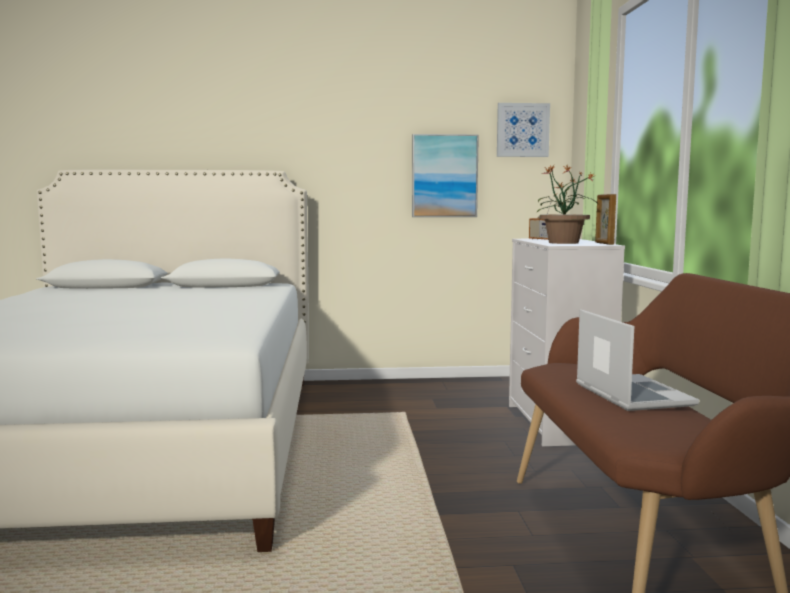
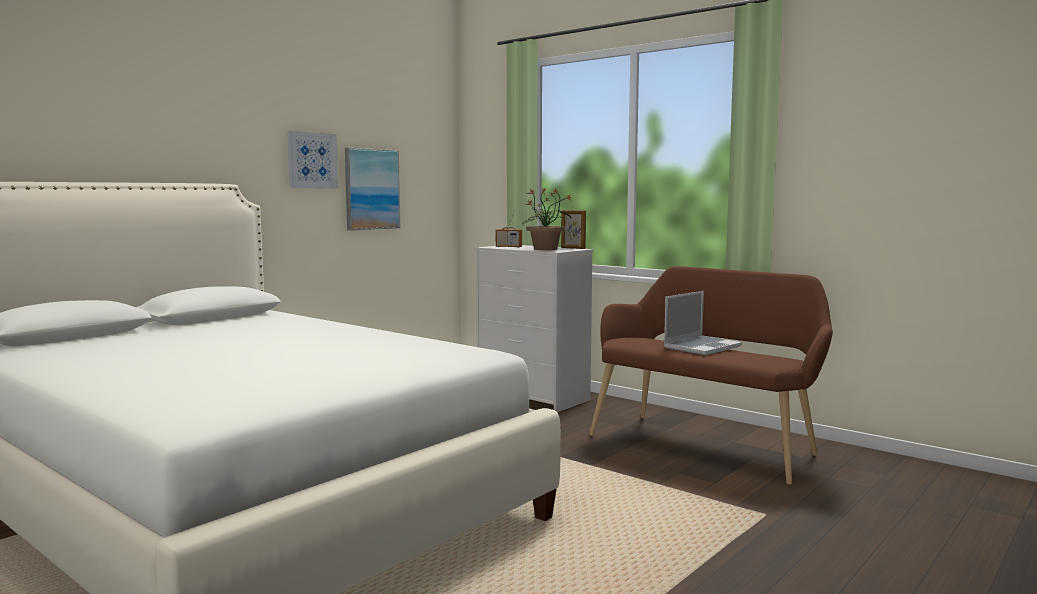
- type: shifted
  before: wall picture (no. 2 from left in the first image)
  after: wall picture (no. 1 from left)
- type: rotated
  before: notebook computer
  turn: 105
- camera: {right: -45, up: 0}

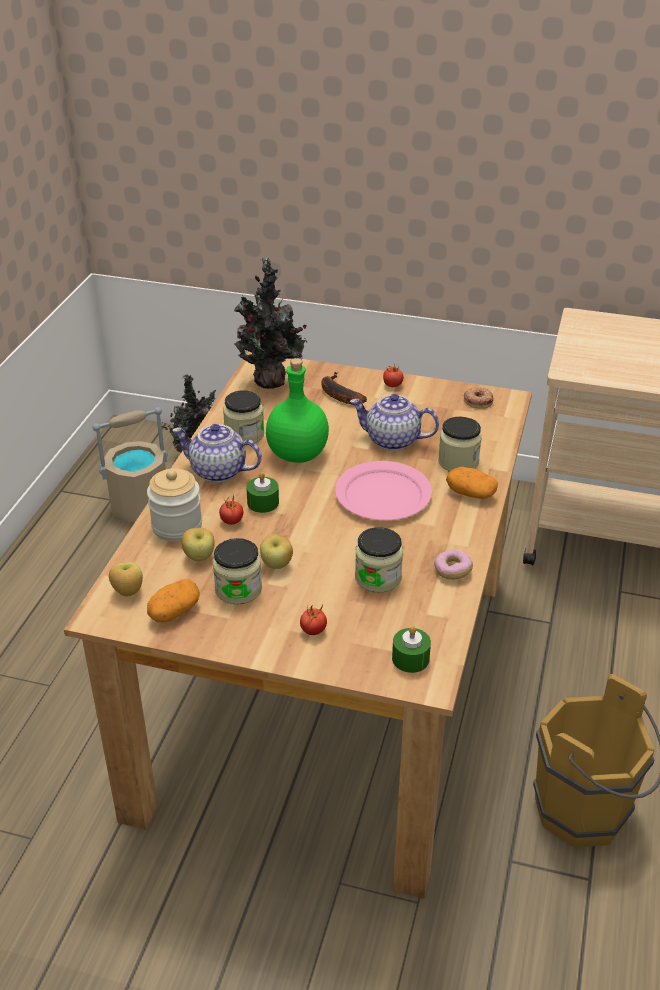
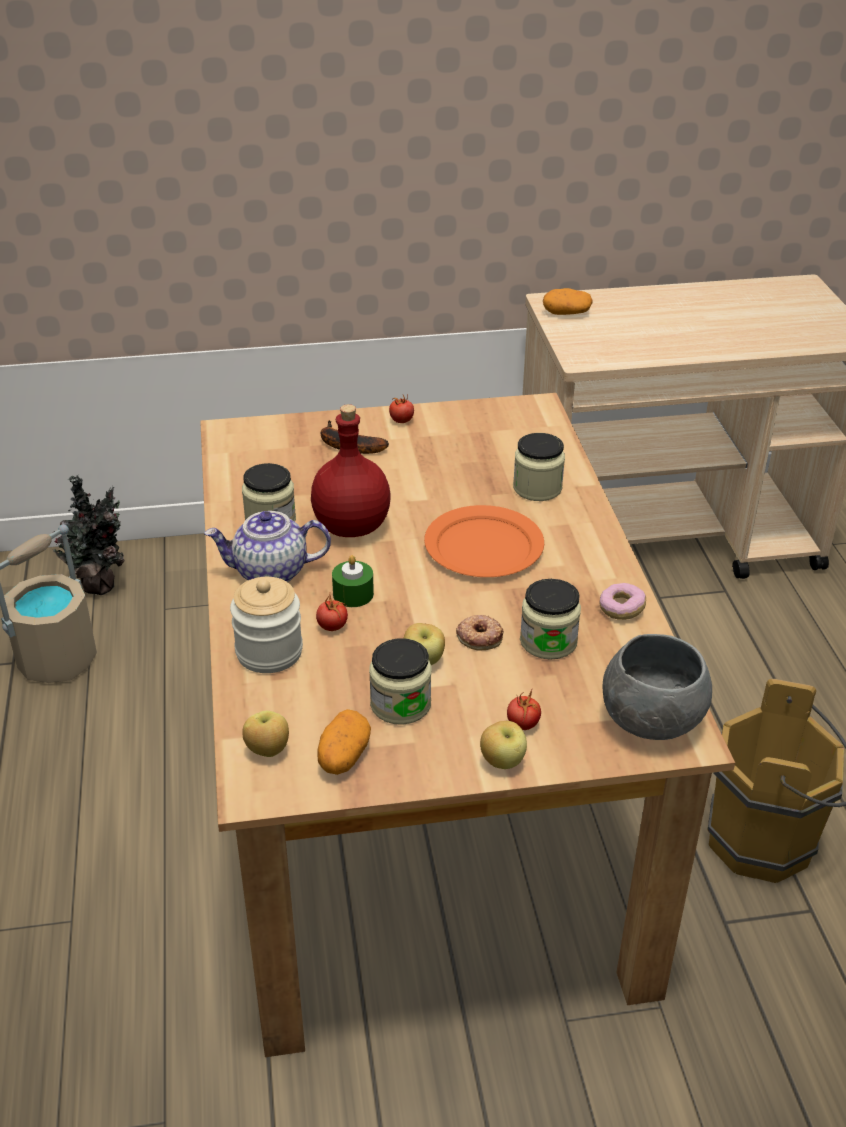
- type: gone
  before: plant in a pot (no. 2 from left)
- type: gone
  before: pot for tea (no. 2 from left)
- type: shifted
  before: apple (no. 2 from left in the first image)
  after: apple (no. 3 from left)
- type: shifted
  before: spud (no. 2 from left)
- type: shifted
  before: ring doughnut (no. 2 from left in the first image)
  after: ring doughnut (no. 1 from left)
- type: swapped
  before: green candle (no. 2 from left)
  after: greyish serving bowl
- type: repainted
  before: green drink bottle
  after: reddish drink bottle
- type: repainted
  before: pink-coloured flat dish
  after: orangey flat dish
- camera: {right: -25, up: 0}

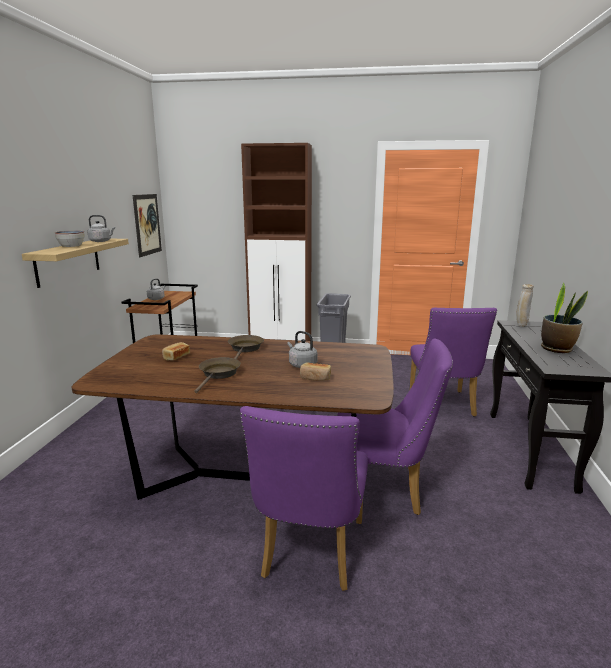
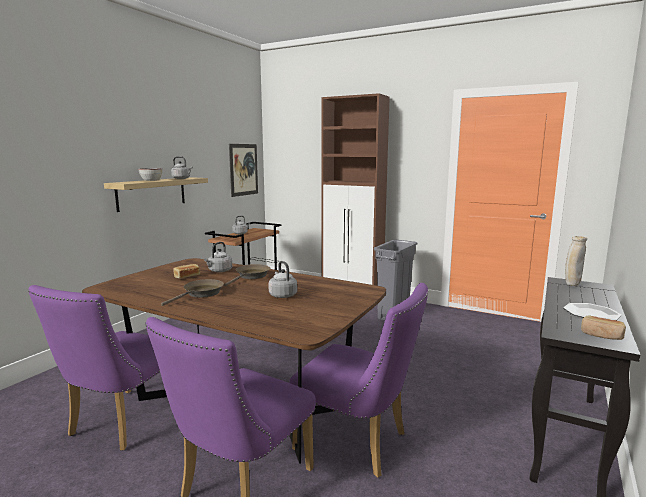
- type: new
  after: greyish tea kettle (no. 2 from left)
- type: shifted
  before: bread (no. 2 from left)
- type: shifted
  before: purple plain chair (no. 3 from left in the first image)
  after: purple plain chair (no. 1 from left)
- type: swapped
  before: plant in a pot
  after: flat dish
- camera: {right: 20, up: -5}

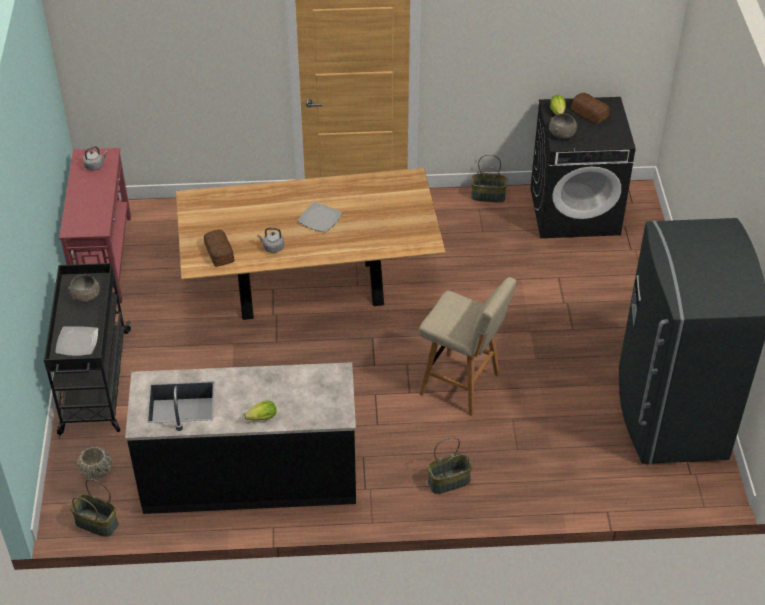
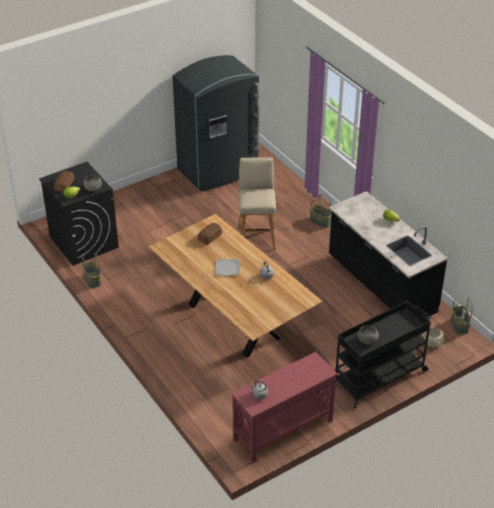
- type: gone
  before: flat dish (no. 1 from left)
- type: shifted
  before: bread (no. 1 from left in the first image)
  after: bread (no. 2 from left)
- camera: {right: -120, up: -5}

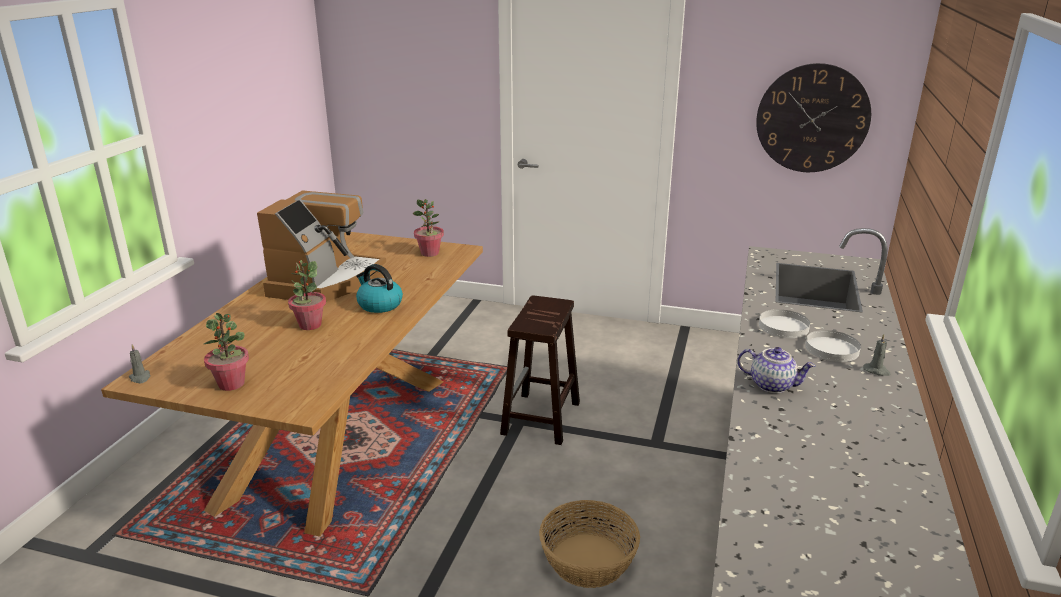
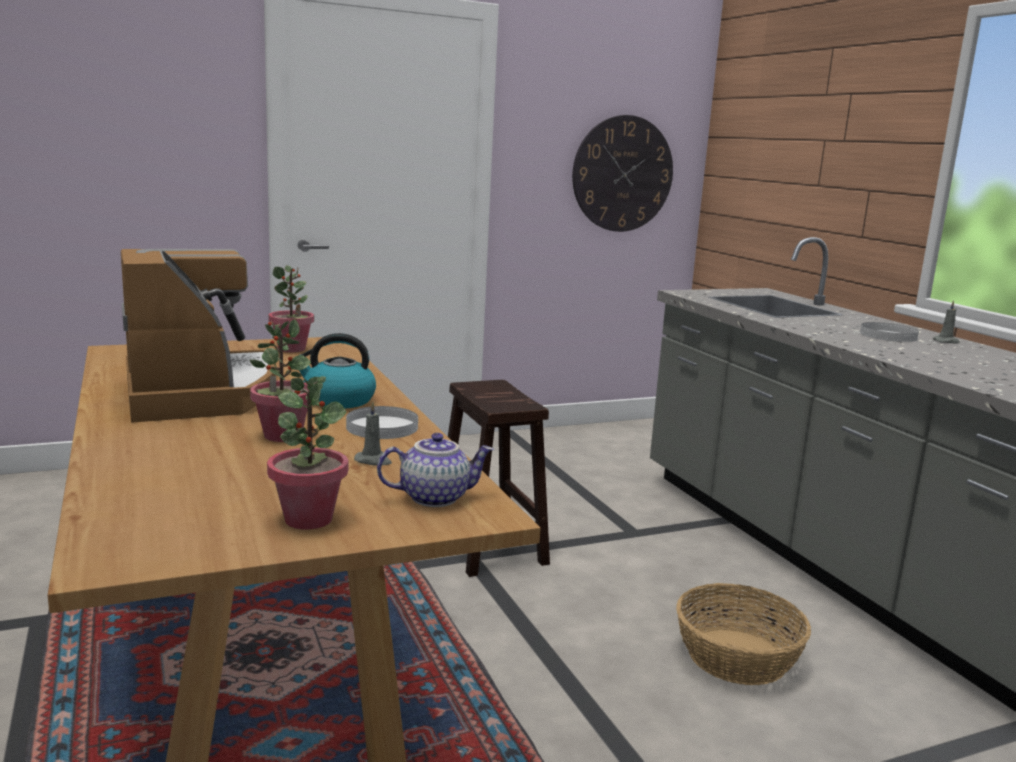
- type: shifted
  before: greyish candle (no. 1 from left)
- type: shifted
  before: pot for tea
- type: shifted
  before: white-coloured flat dish (no. 1 from left)
- camera: {right: -40, up: -10}

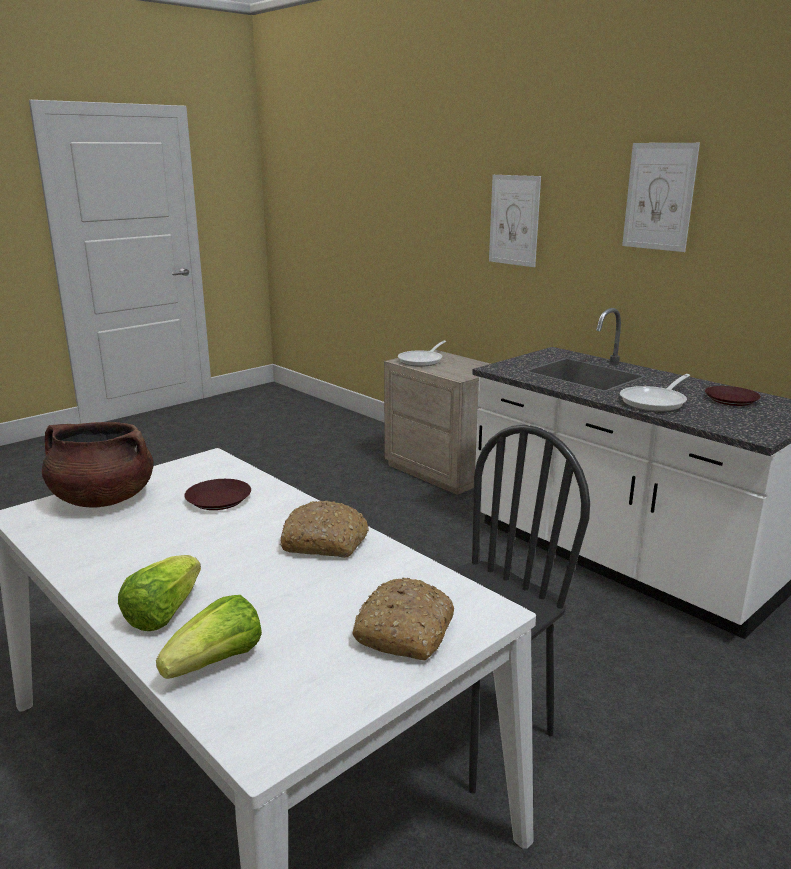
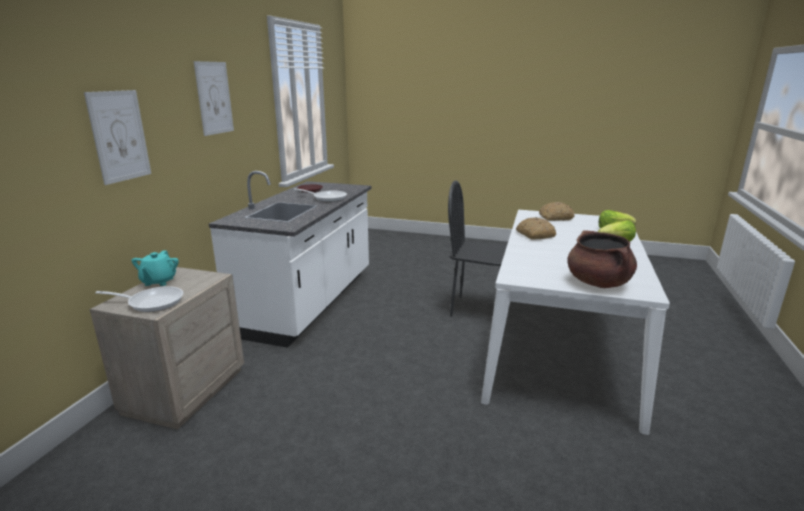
- type: gone
  before: brown-coloured flat dish (no. 1 from left)
- type: new
  after: turquoise-coloured pot for tea
- camera: {right: -120, up: 0}

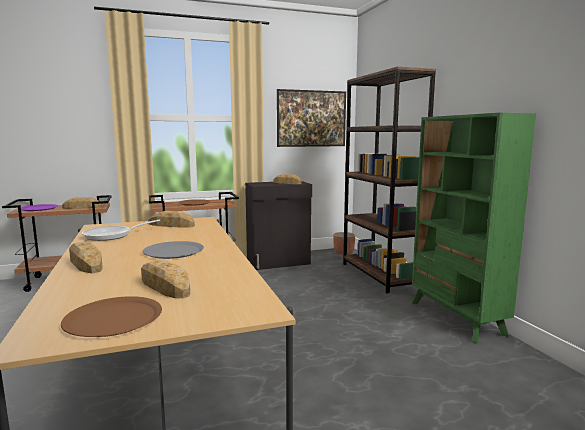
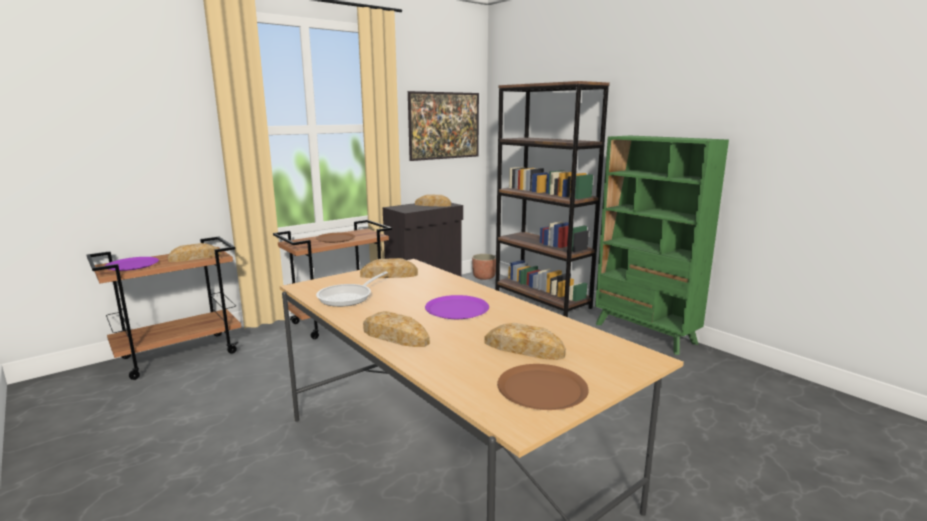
- type: repainted
  before: greyish flat dish
  after: purple flat dish (no. 2 from left)
- camera: {right: -20, up: 5}

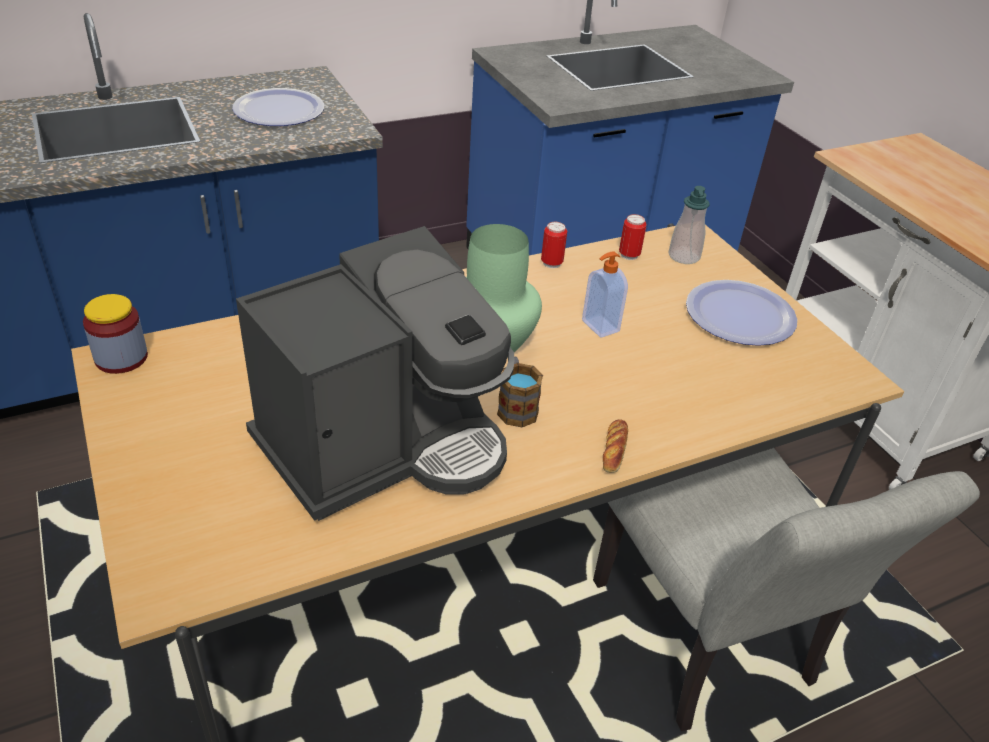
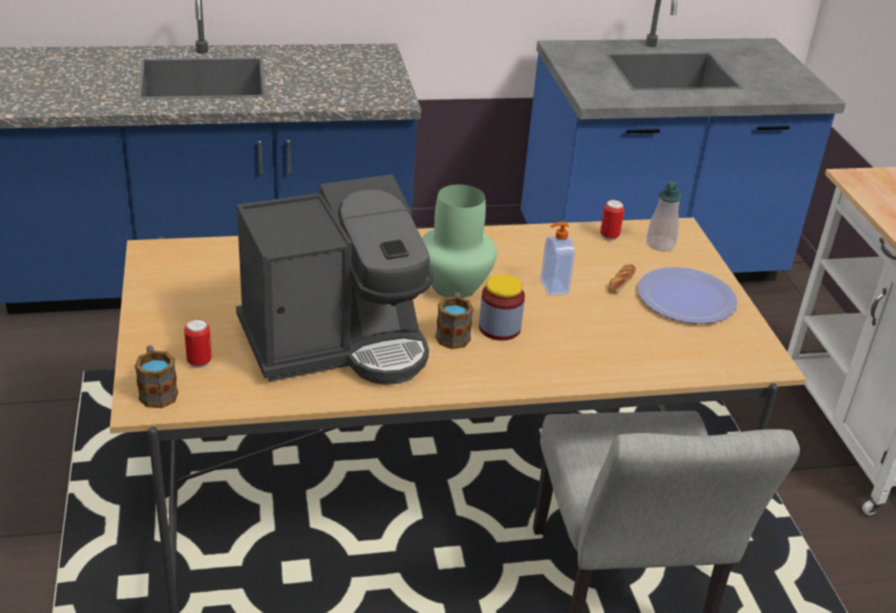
- type: gone
  before: flat dish (no. 1 from left)
- type: new
  after: tea mug (no. 1 from left)
- type: shifted
  before: storage jar
- type: shifted
  before: sealed can (no. 1 from left)
- type: shifted
  before: bread
- camera: {right: 15, up: -5}

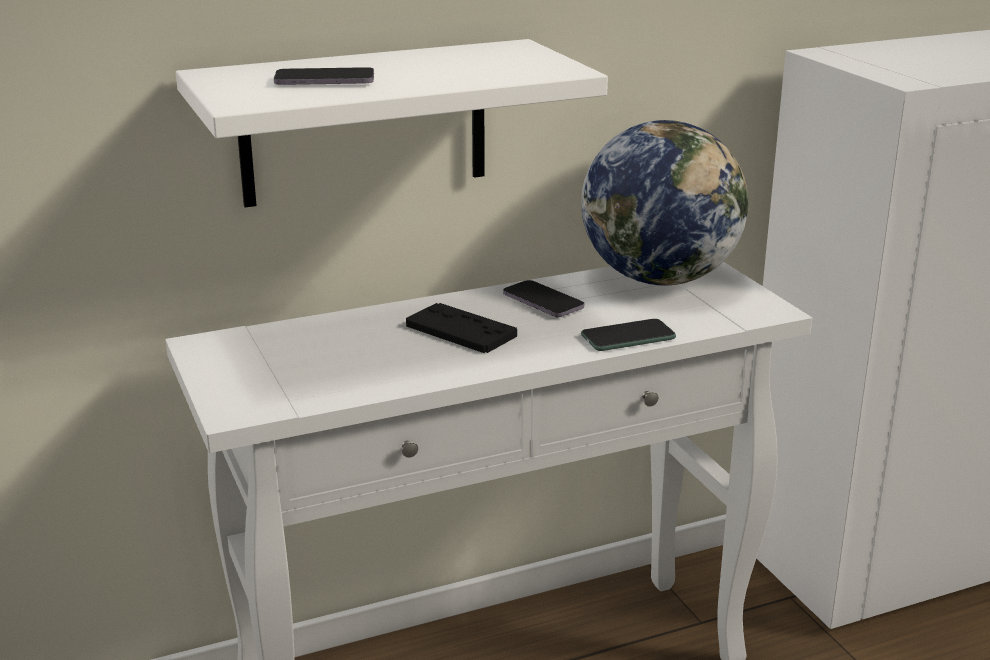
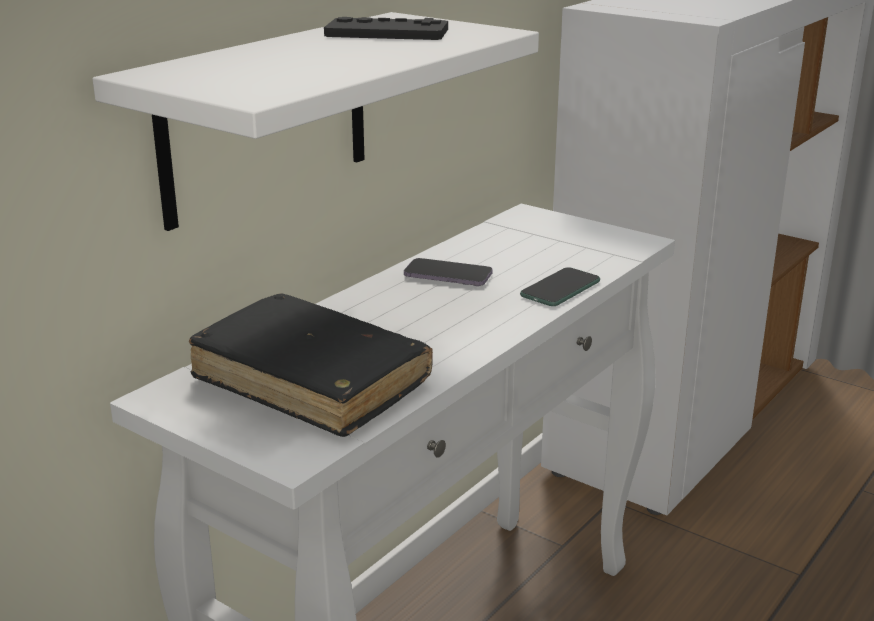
- type: gone
  before: handset (no. 1 from left)
- type: gone
  before: globe
- type: new
  after: black book
- type: shifted
  before: black joypad
- camera: {right: -30, up: 0}

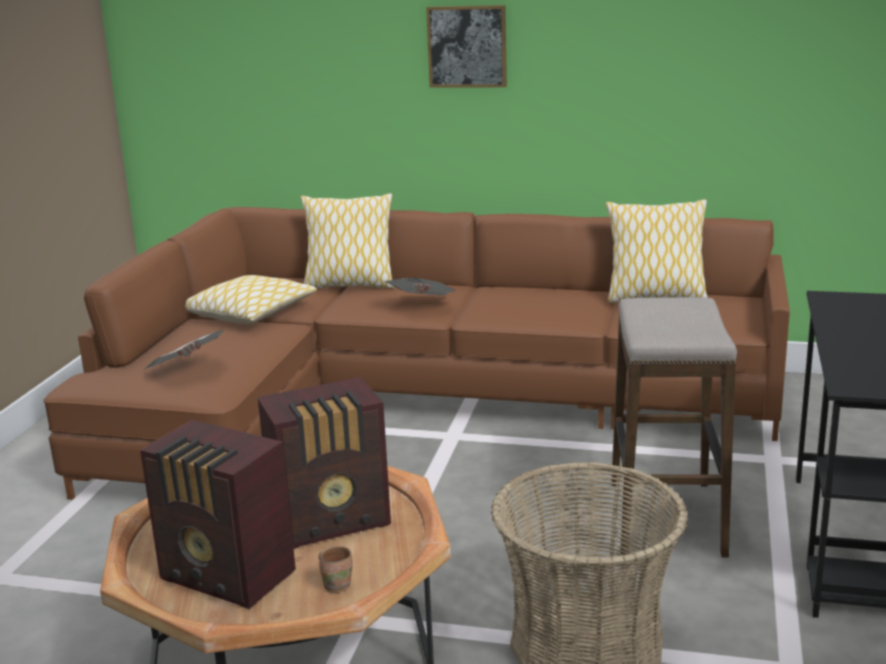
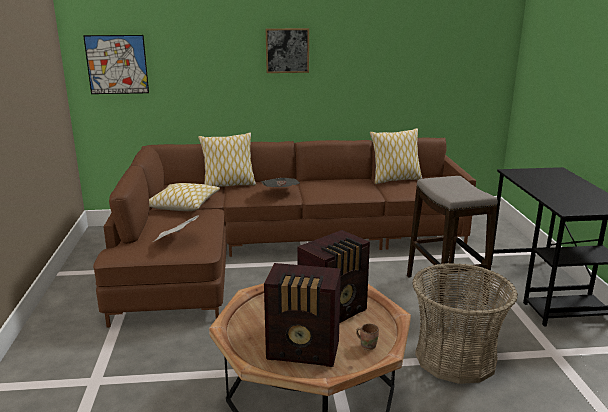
- type: new
  after: wall picture (no. 1 from left)
- camera: {right: -20, up: 0}

